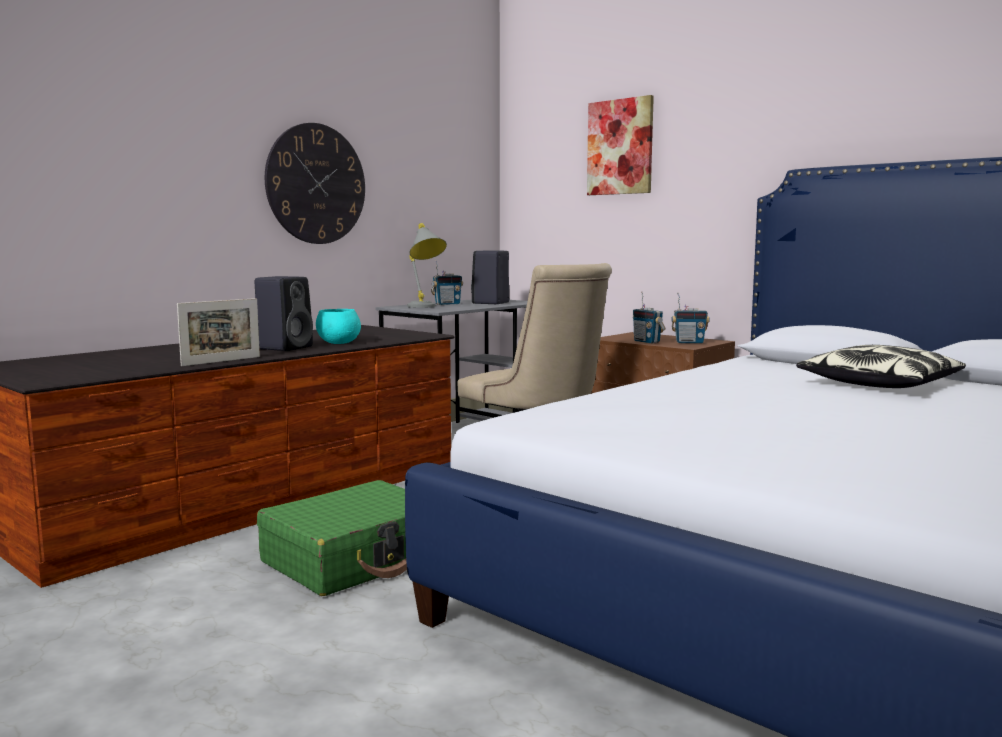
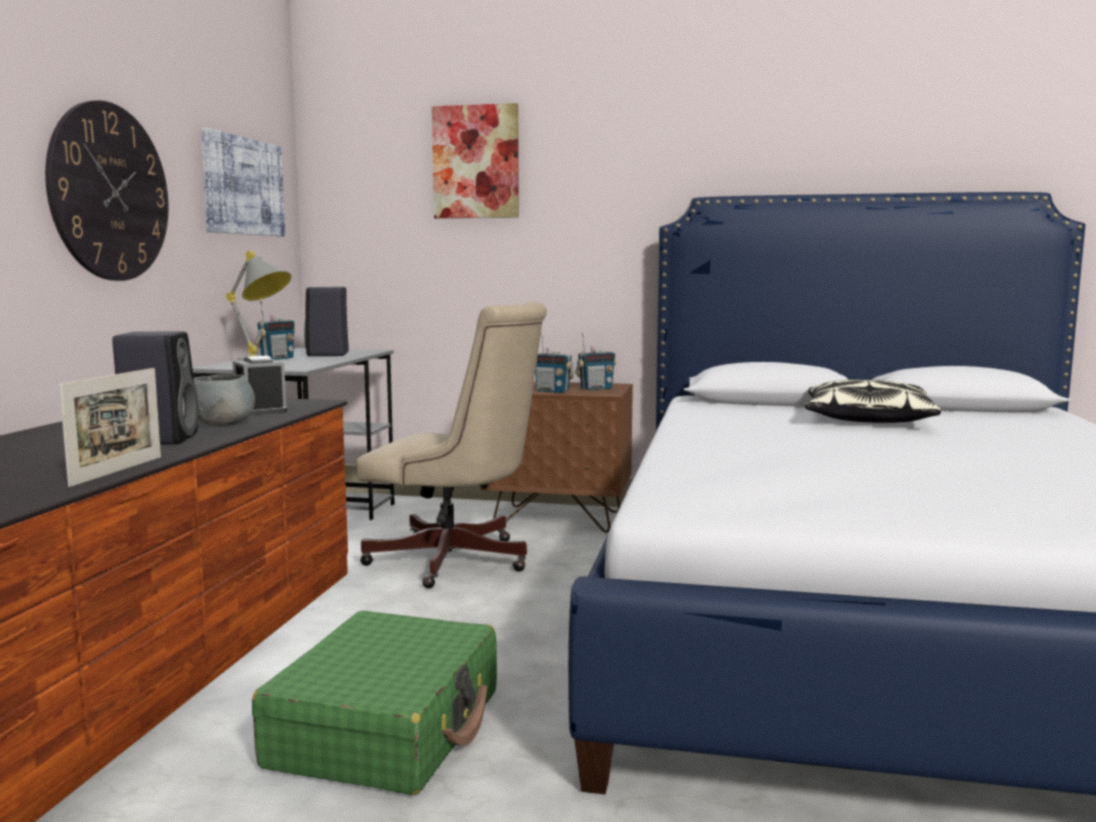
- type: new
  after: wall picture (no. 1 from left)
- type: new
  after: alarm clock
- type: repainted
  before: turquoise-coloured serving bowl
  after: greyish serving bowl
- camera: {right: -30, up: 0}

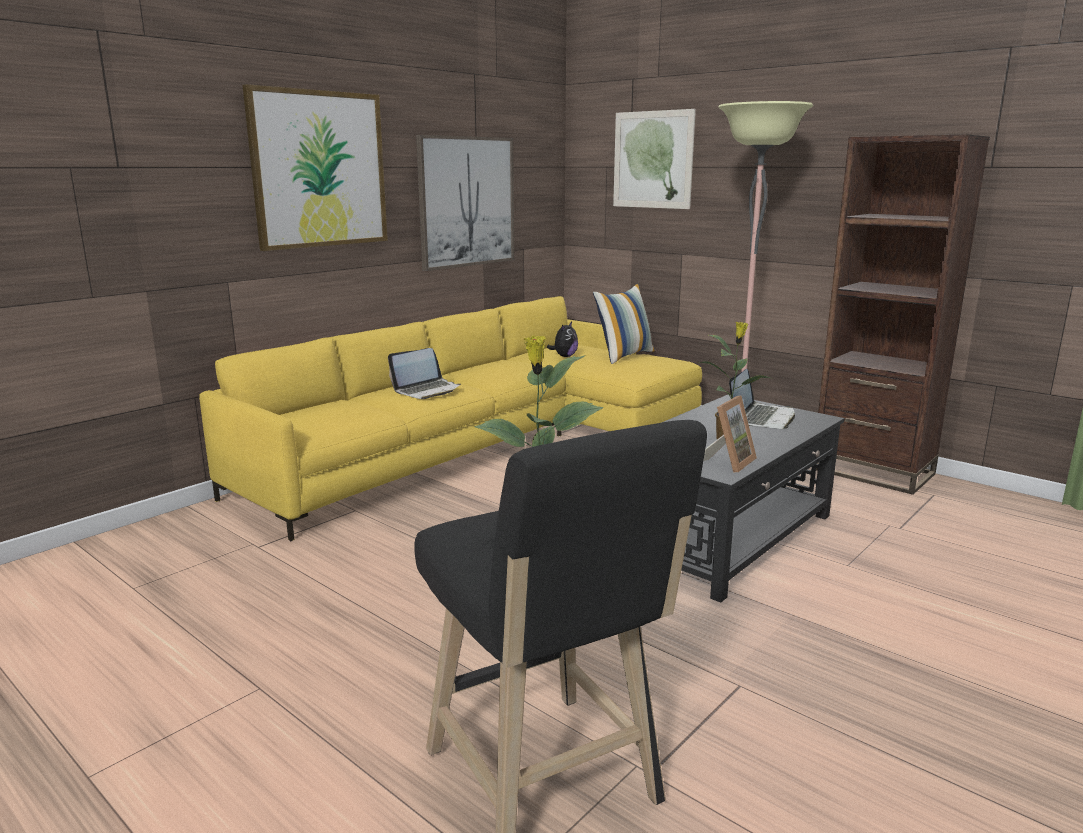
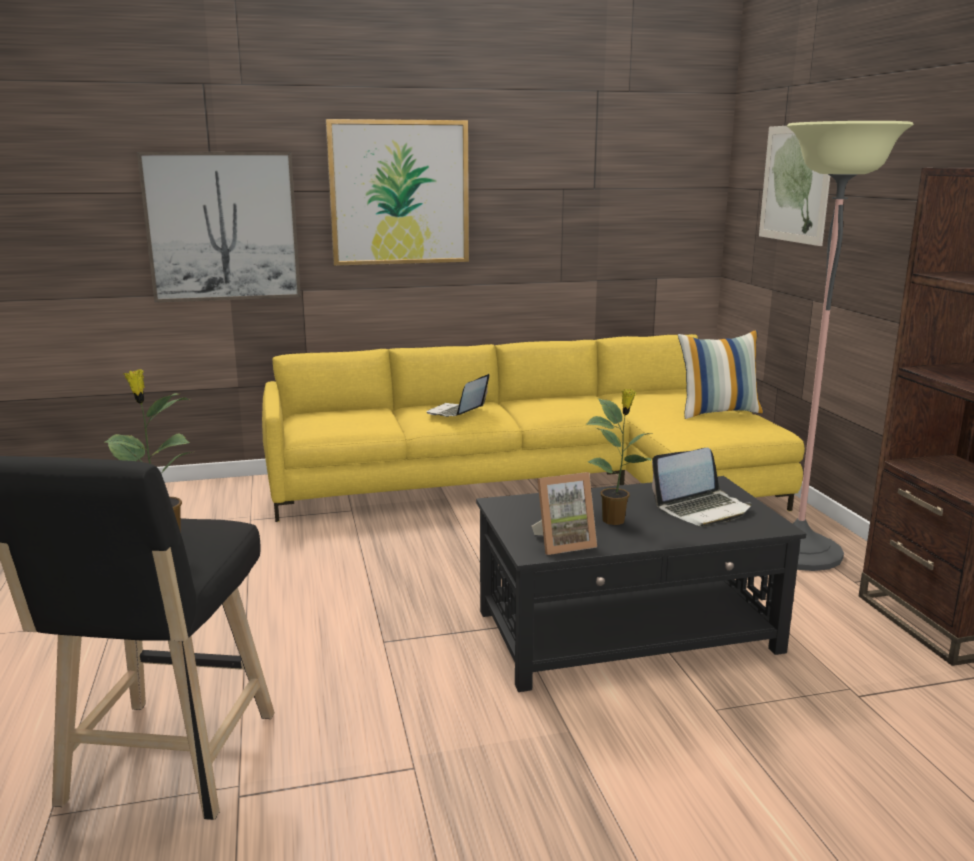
- type: gone
  before: soft toy
- type: shifted
  before: wall picture (no. 2 from left in the first image)
  after: wall picture (no. 1 from left)
- type: rotated
  before: notebook computer (no. 1 from left)
  turn: 120
- camera: {right: 35, up: 0}

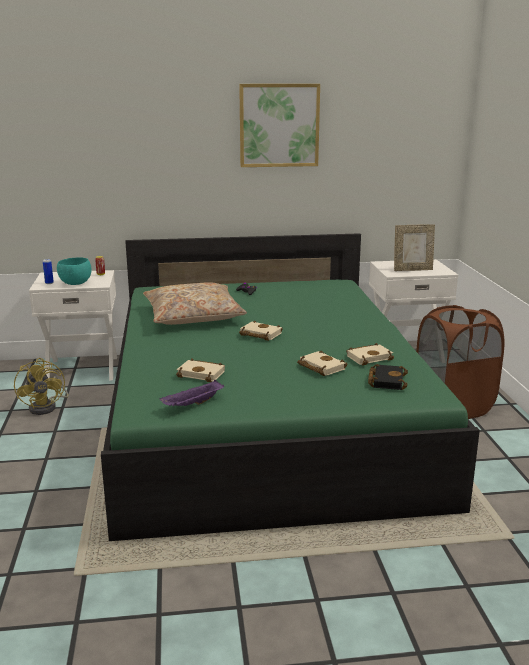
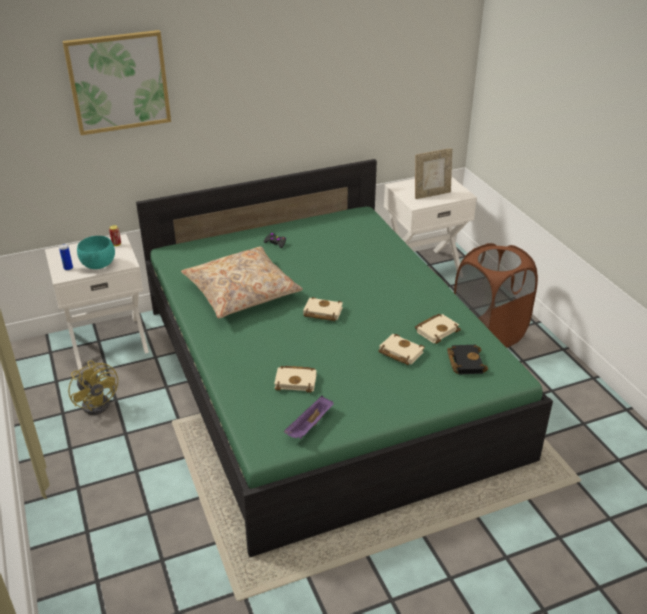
- type: shifted
  before: wall picture
- camera: {right: -15, up: 15}

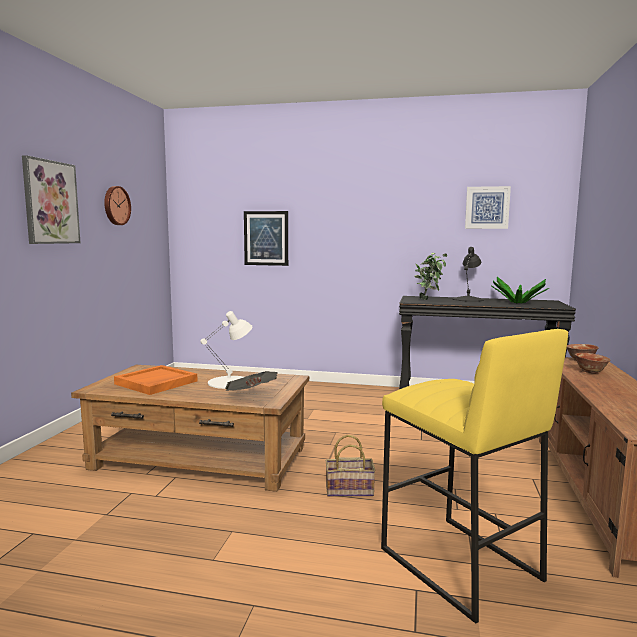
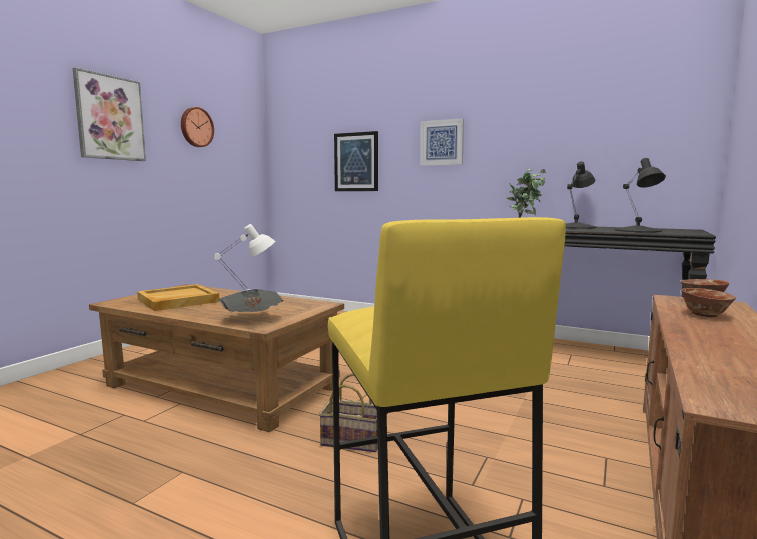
- type: shifted
  before: wall picture (no. 3 from left)
- type: swapped
  before: plant in a pot (no. 2 from left)
  after: black tabletop lamp (no. 2 from left)
- type: repainted
  before: orangey serving tray
  after: sand-coloured serving tray
- camera: {right: 15, up: 0}

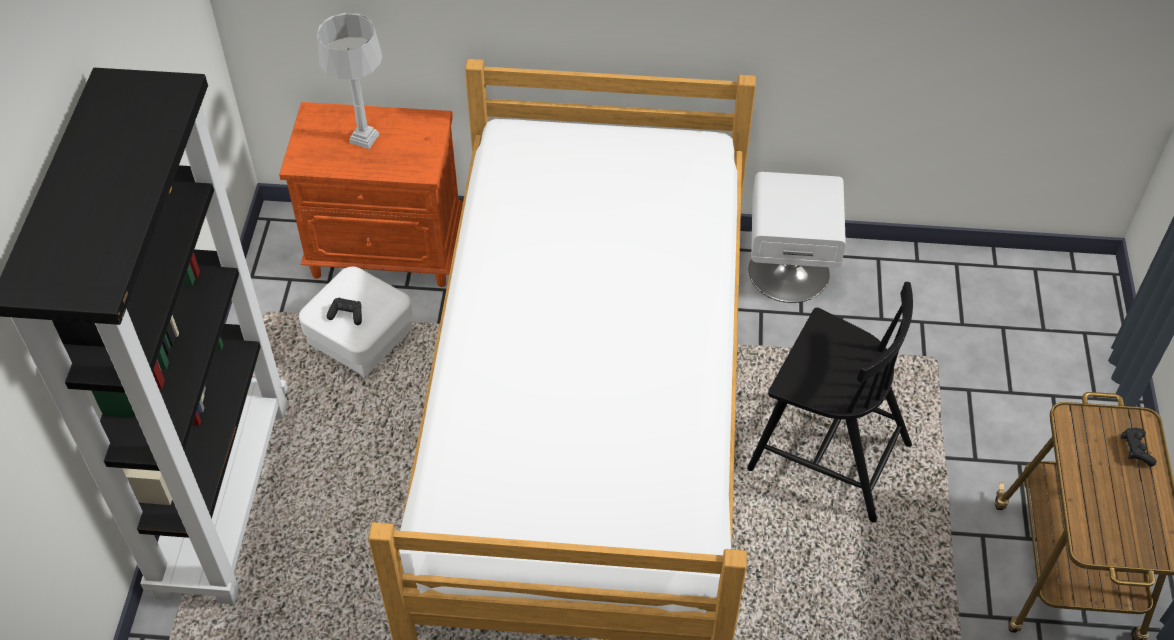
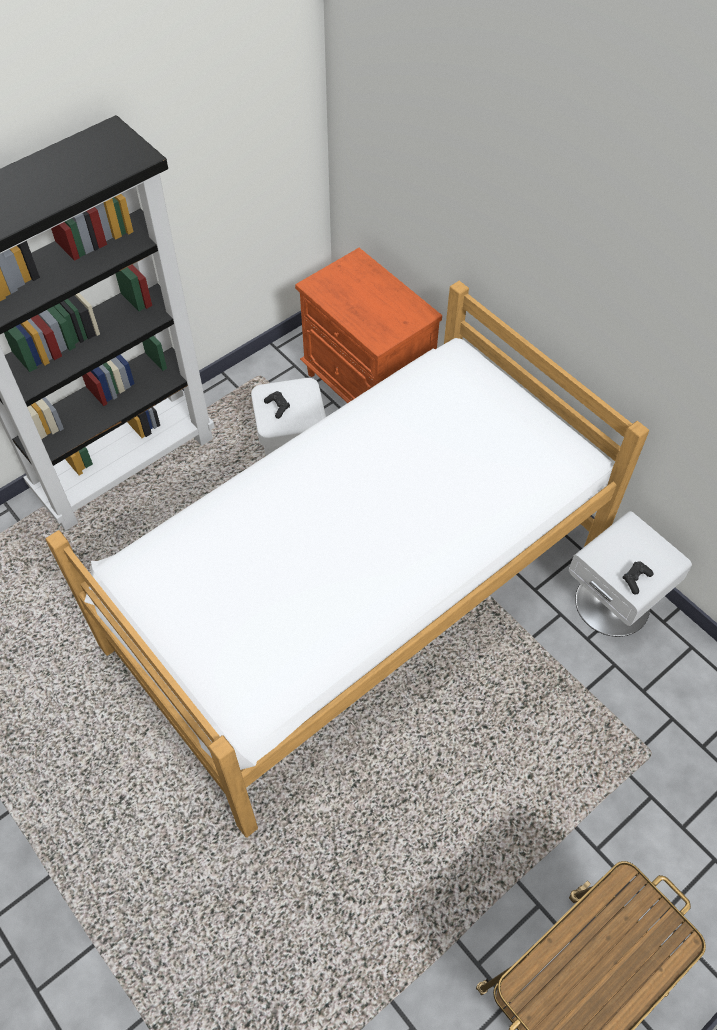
- type: gone
  before: greyish tabletop lamp
- type: gone
  before: black plain chair
- type: shifted
  before: black joypad (no. 2 from left)
- camera: {right: 45, up: 5}

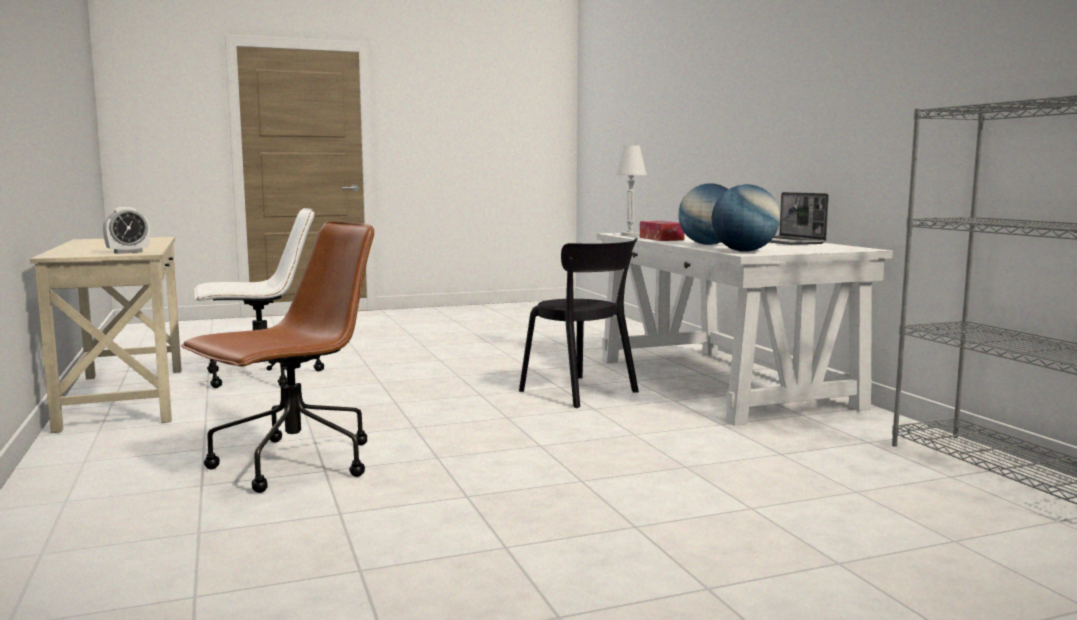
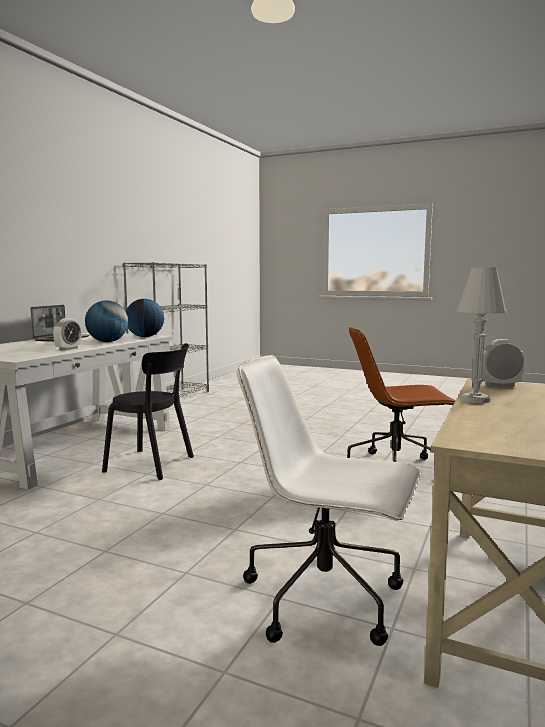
- type: shifted
  before: white-coloured tabletop lamp
- type: swapped
  before: tissue box
  after: alarm clock (no. 1 from left)
- type: rotated
  before: black plain chair
  turn: 105
- camera: {right: -135, up: 0}

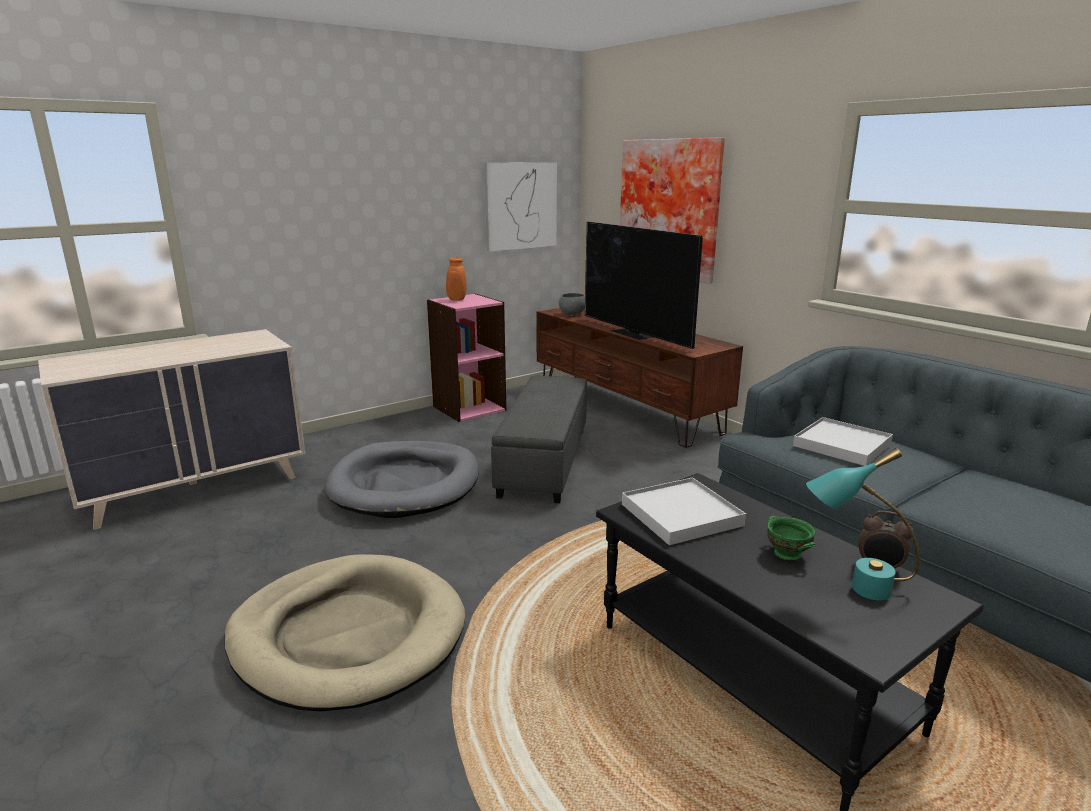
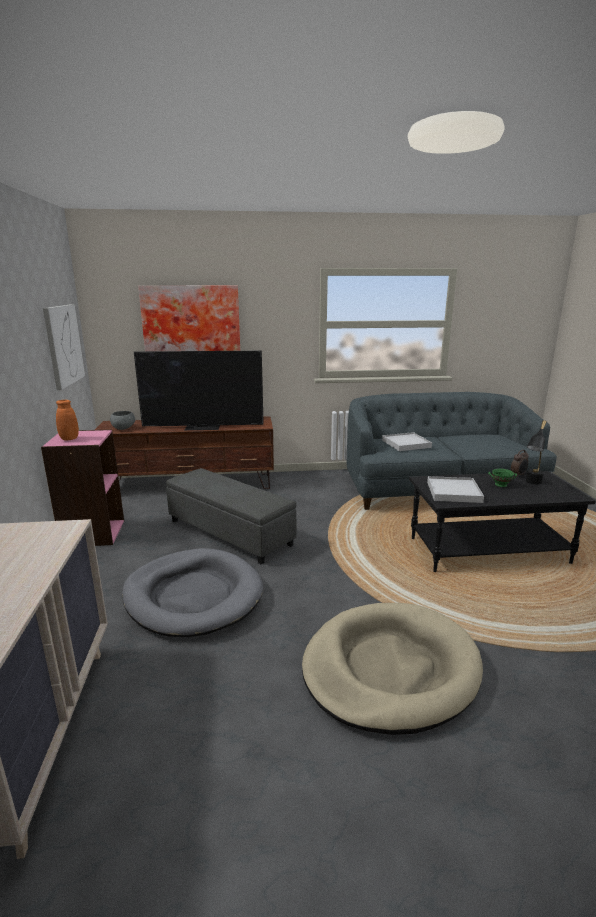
- type: repainted
  before: turquoise-coloured tabletop lamp
  after: black tabletop lamp
- camera: {right: -60, up: 0}

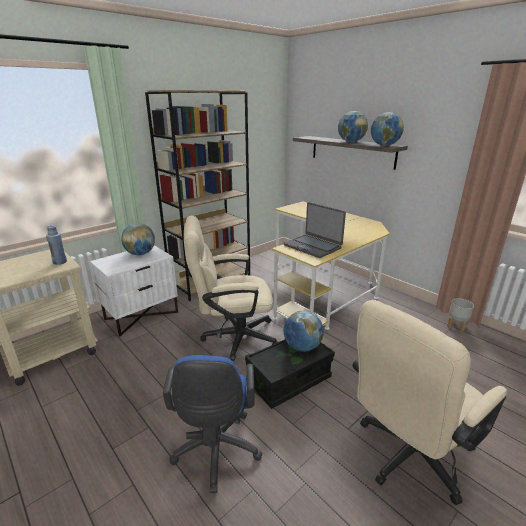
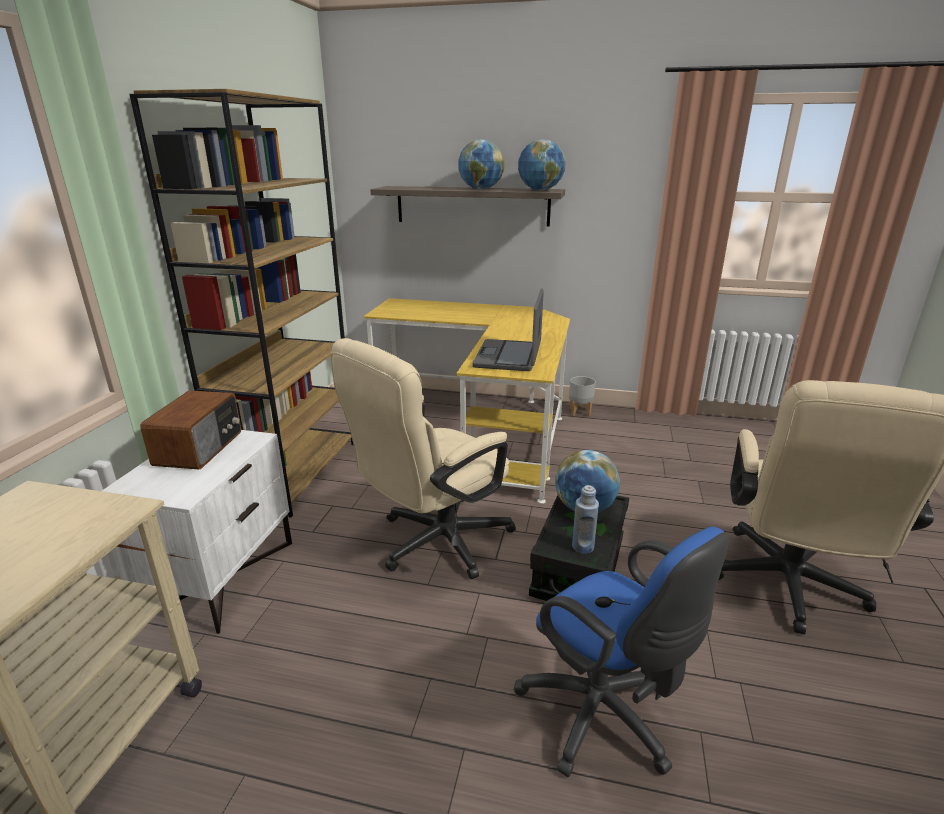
- type: shifted
  before: bluish drink bottle
- type: shifted
  before: greyish flower pot
- type: swapped
  before: globe (no. 1 from left)
  after: radio
- type: rotated
  before: notebook computer
  turn: 90
- camera: {right: -35, up: 0}

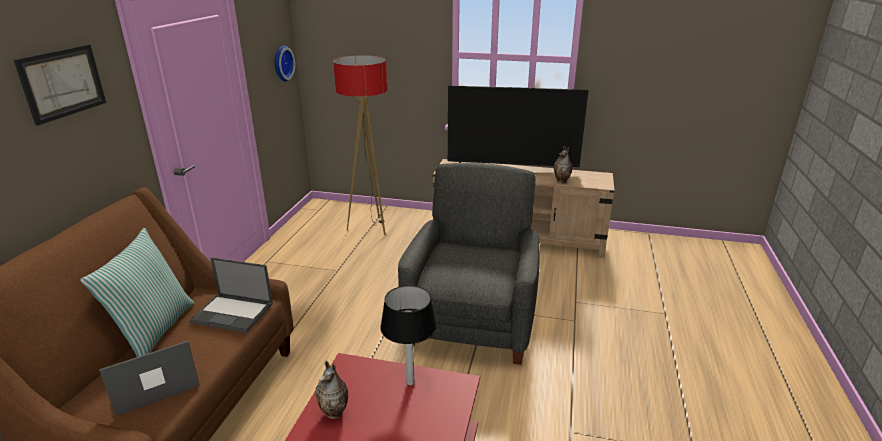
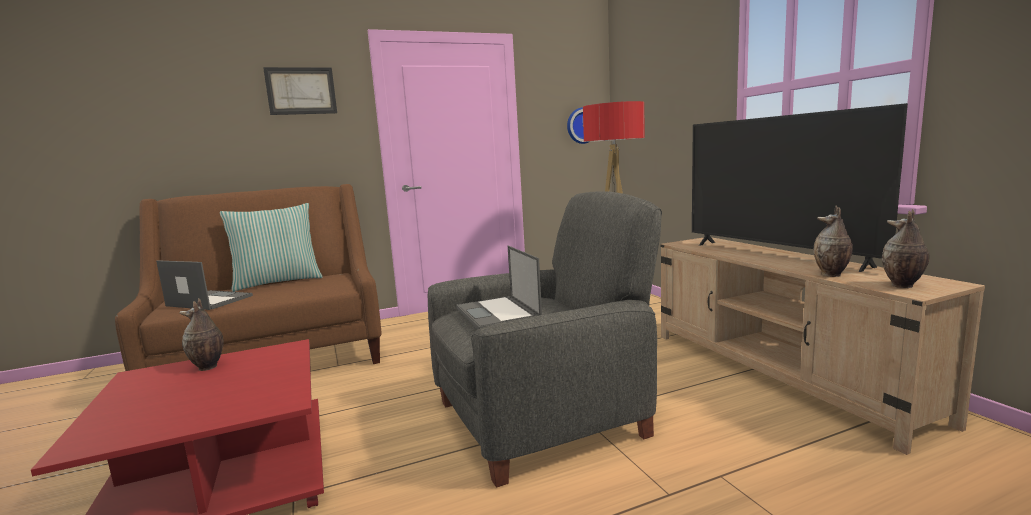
- type: gone
  before: tabletop lamp
- type: new
  after: decorative vase (no. 3 from left)
- type: shifted
  before: notebook computer (no. 2 from left)
- camera: {right: 55, up: -15}

